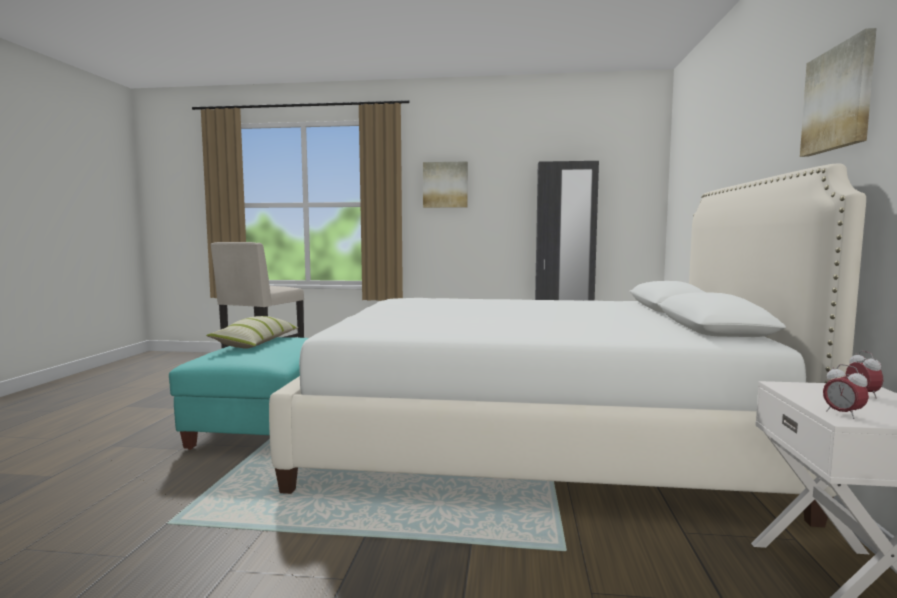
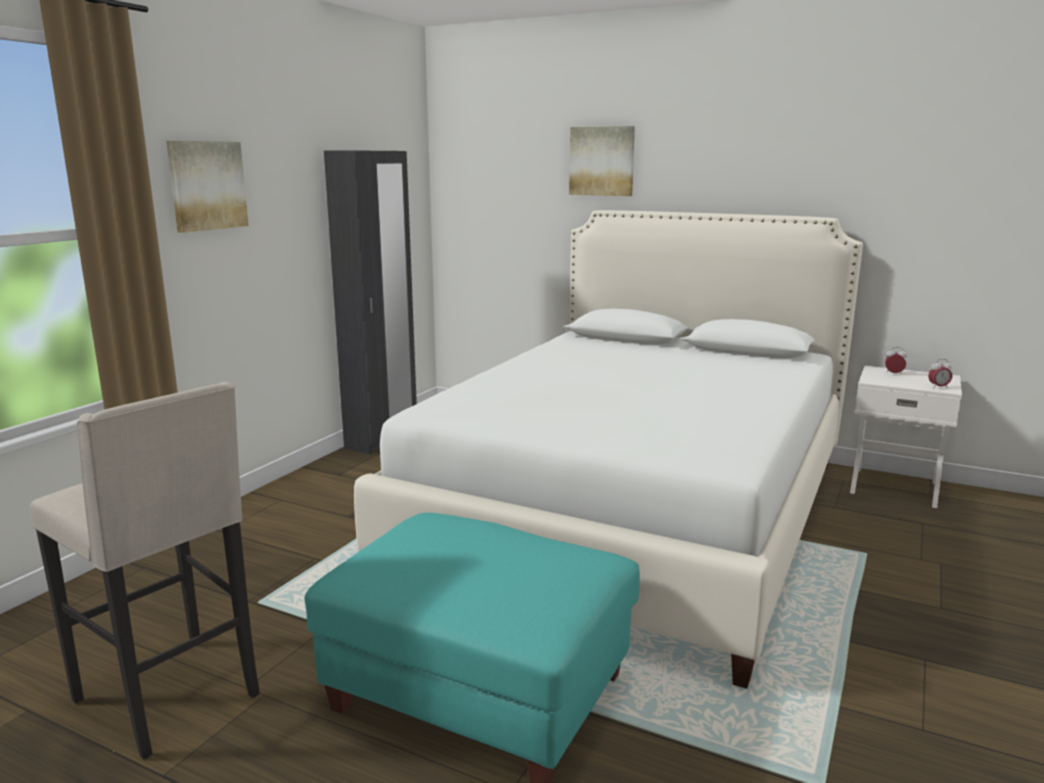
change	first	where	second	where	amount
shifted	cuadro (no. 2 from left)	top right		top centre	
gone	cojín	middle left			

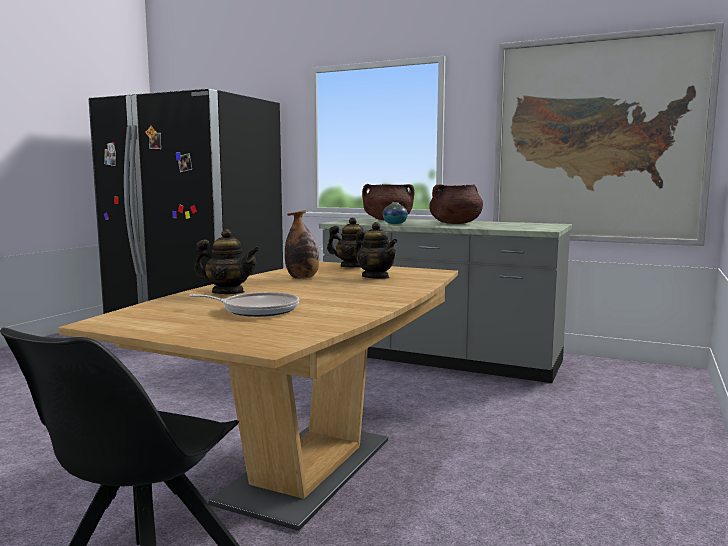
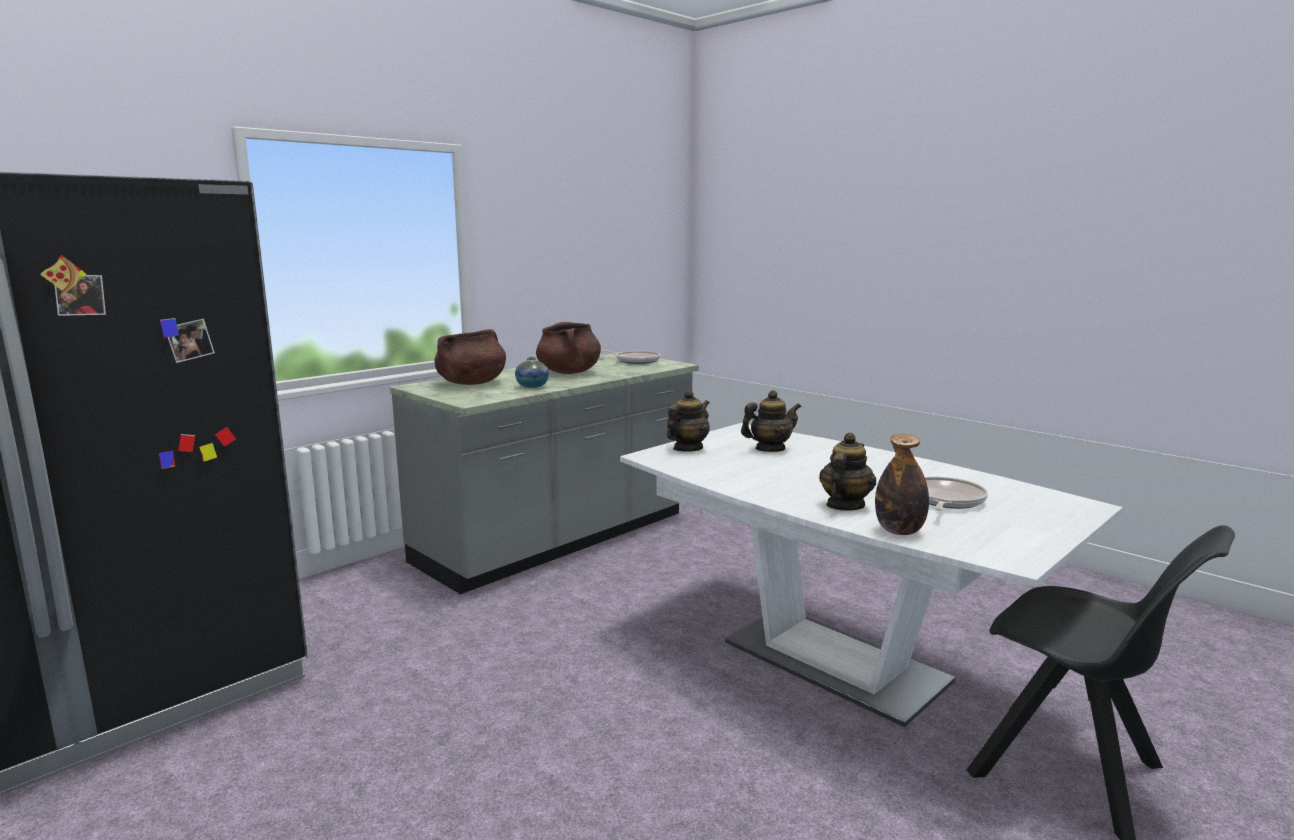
change	first	where	second	where	amount
gone	cuadro	top right			
shifted	botella	centre		middle right	
repainted	mesa de comedor (marrón)	bottom centre	mesa de comedor (blanco)	bottom right	
new			sartén (no. 1 from left)	centre	

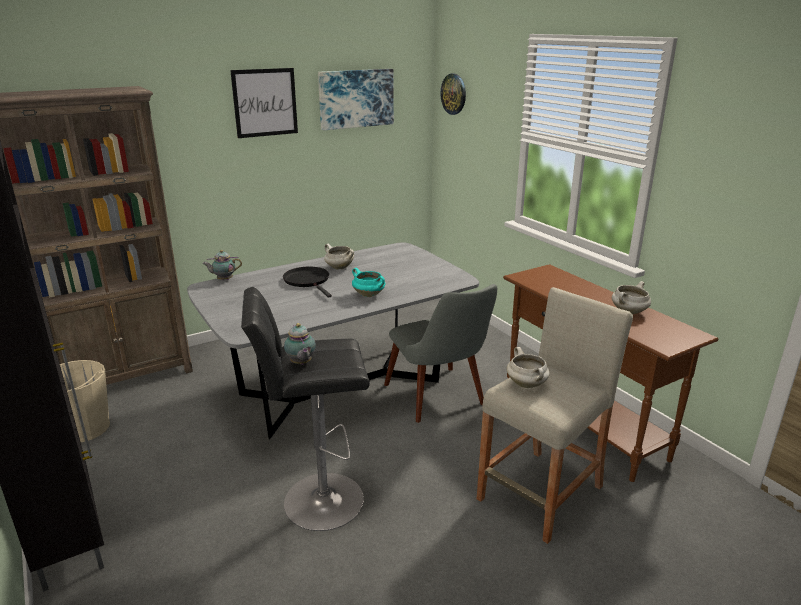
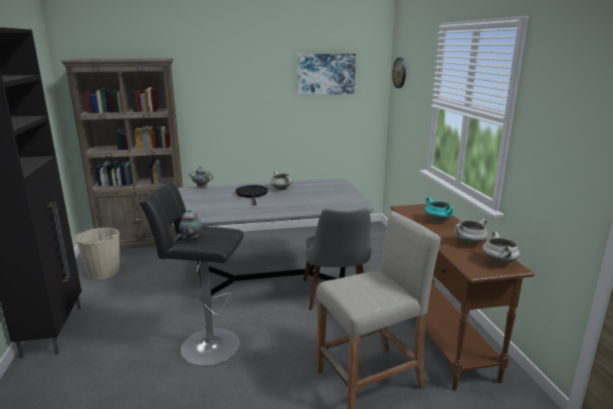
change	first	where	second	where	amount
gone	cuadro (no. 1 from left)	top left			
shifted	olla (turquesa)	centre		middle right	
shifted	olla (blanco) (no. 2 from left in the first image)	centre	olla (blanco) (no. 3 from left)	middle right	

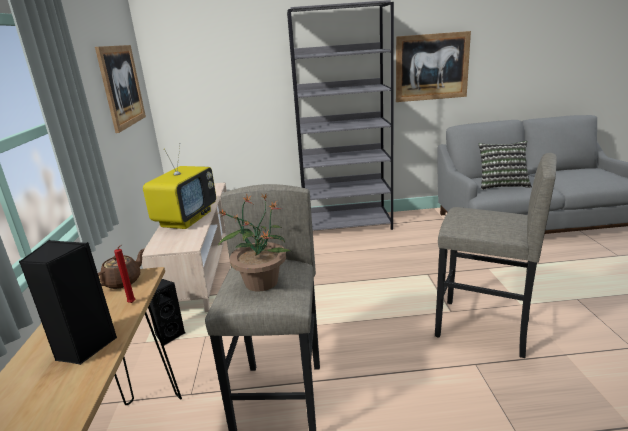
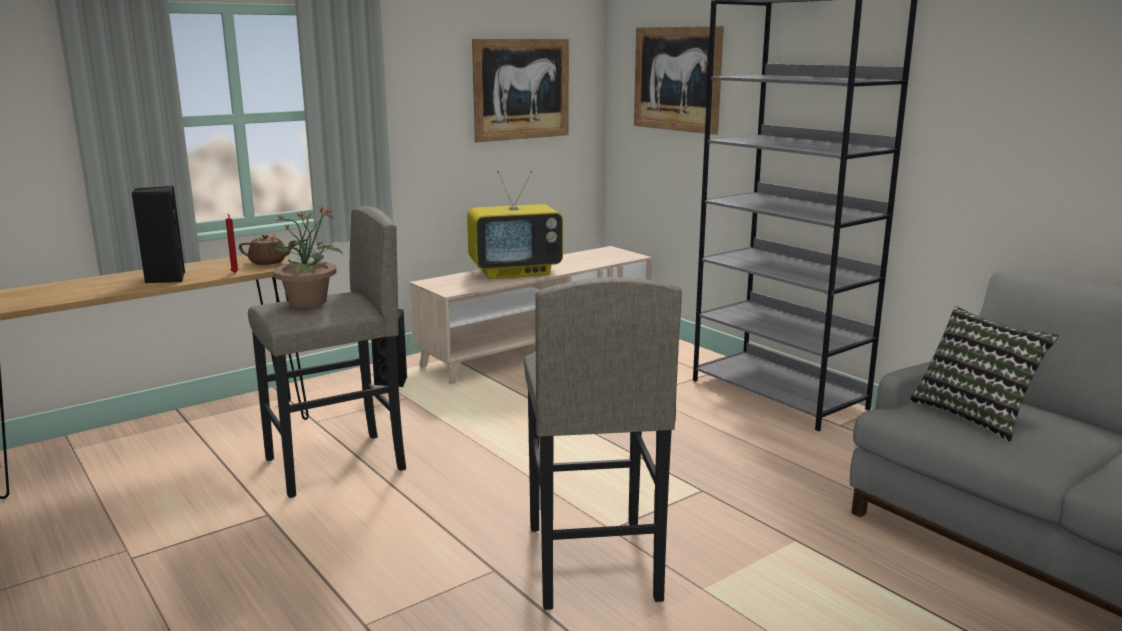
change	first	where	second	where	amount
shifted	cuadro (no. 2 from left)	top right		top centre	

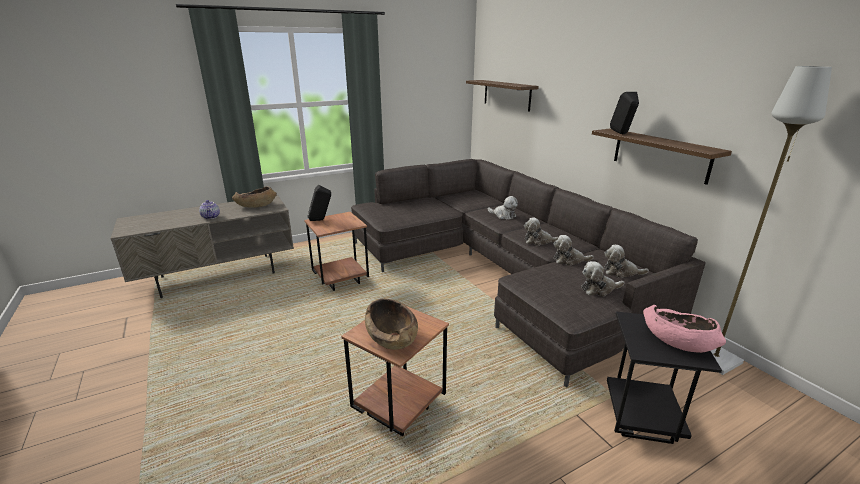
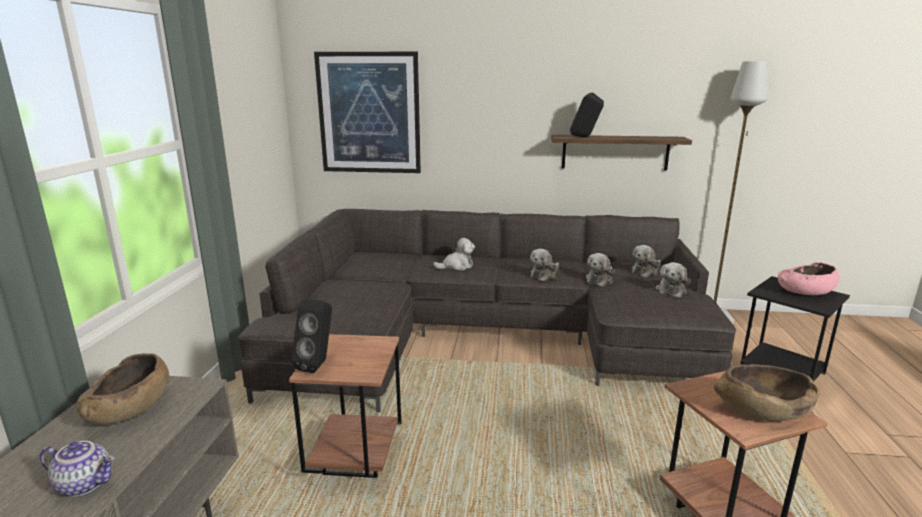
change	first	where	second	where	amount
swapped	estante (no. 1 from left)	top centre	cuadro	top centre	

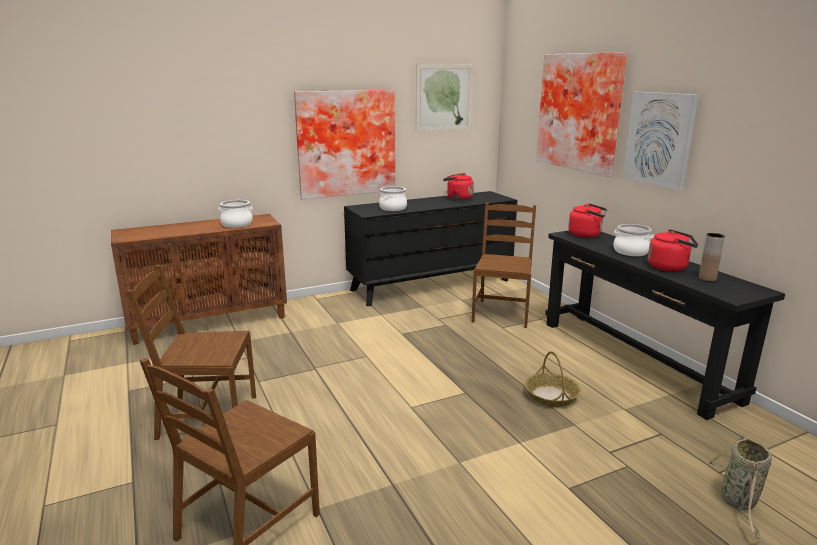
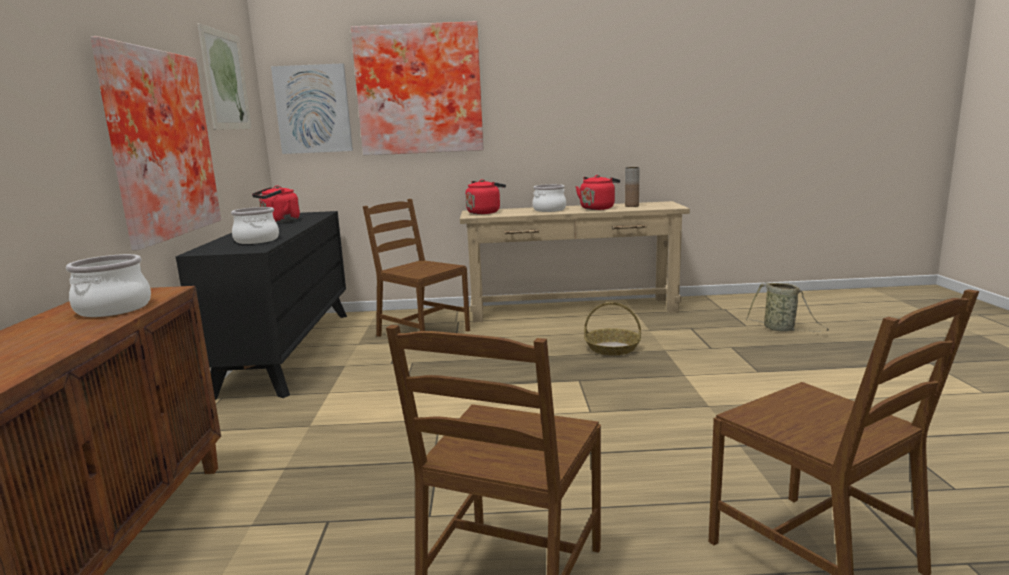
change	first	where	second	where	amount
shifted	cuadro (no. 4 from left in the first image)	top right	cuadro (no. 3 from left)	top left	
repainted	mesa consola (negro)	middle right	mesa consola (beis)	centre	

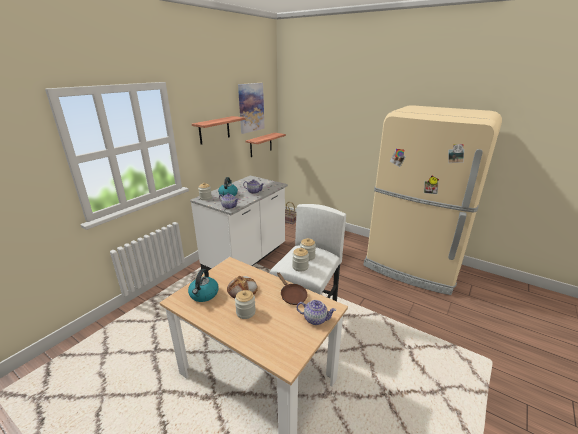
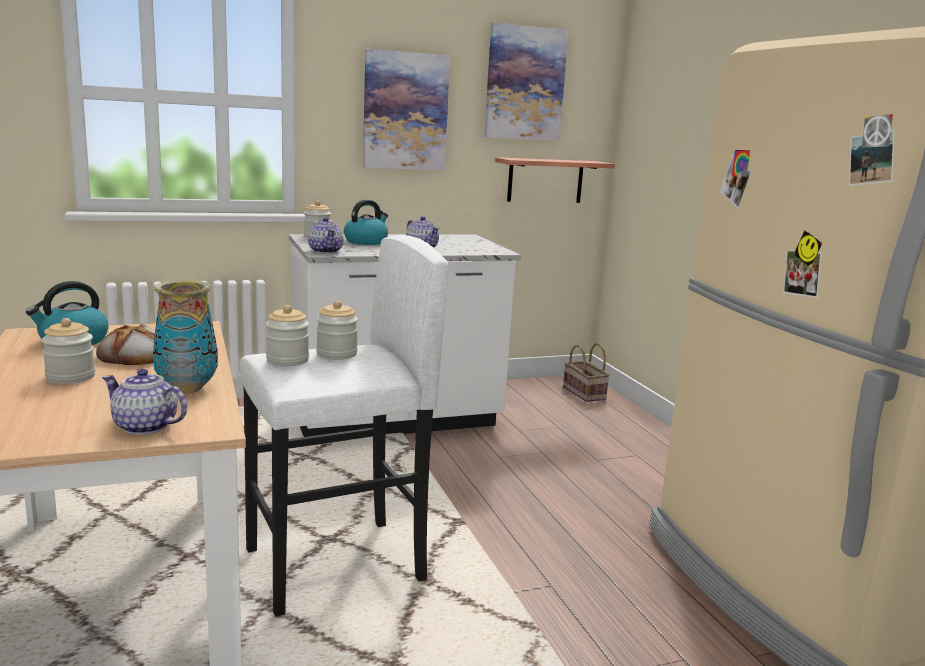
change	first	where	second	where	amount
swapped	estante (no. 1 from left)	top centre	cuadro (no. 1 from left)	top centre	
swapped	sartén (marrón)	centre	florero	middle left	
rotated	tetera (no. 3 from left in the first image)	bottom centre	tetera (no. 1 from left)	middle left	150 degrees clockwise

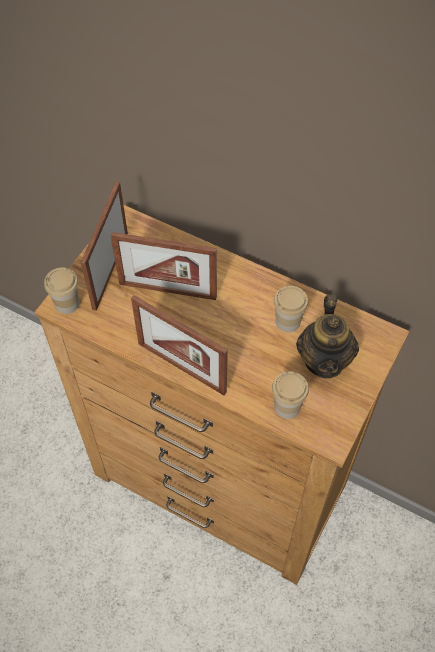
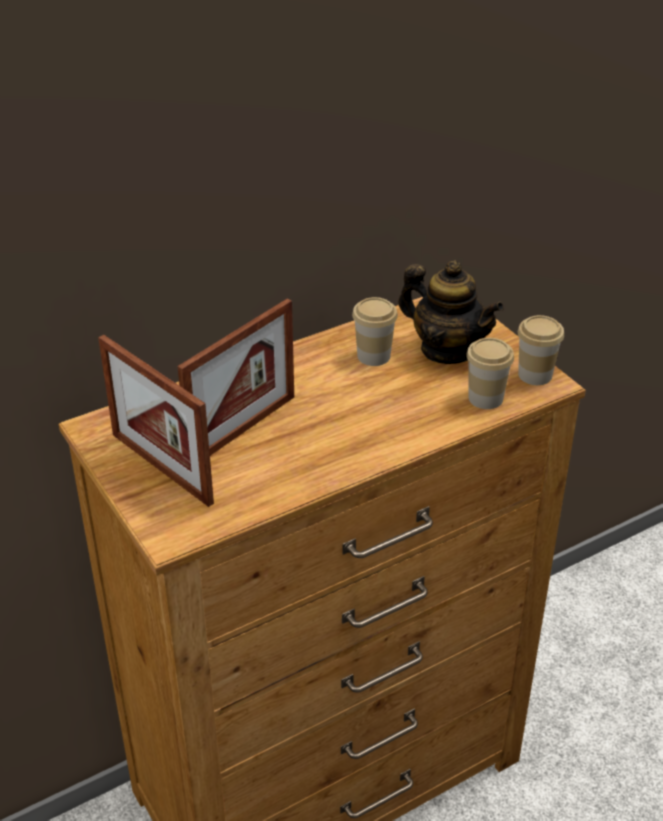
change	first	where	second	where	amount
shifted	taza (no. 1 from left in the first image)	middle left	taza (no. 3 from left)	middle right	
gone	portarretratos (no. 3 from left)	centre			

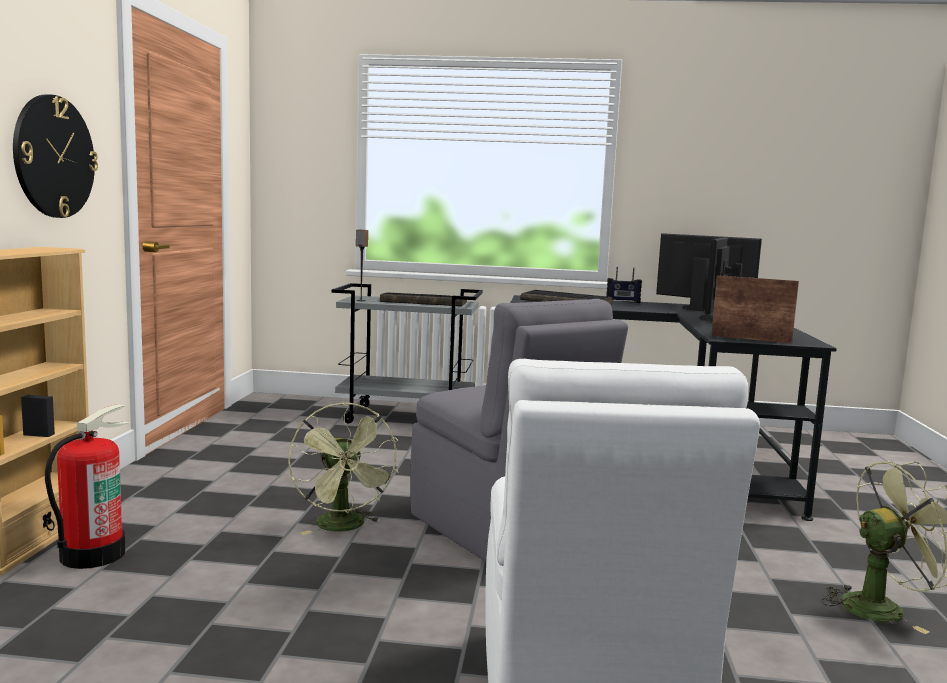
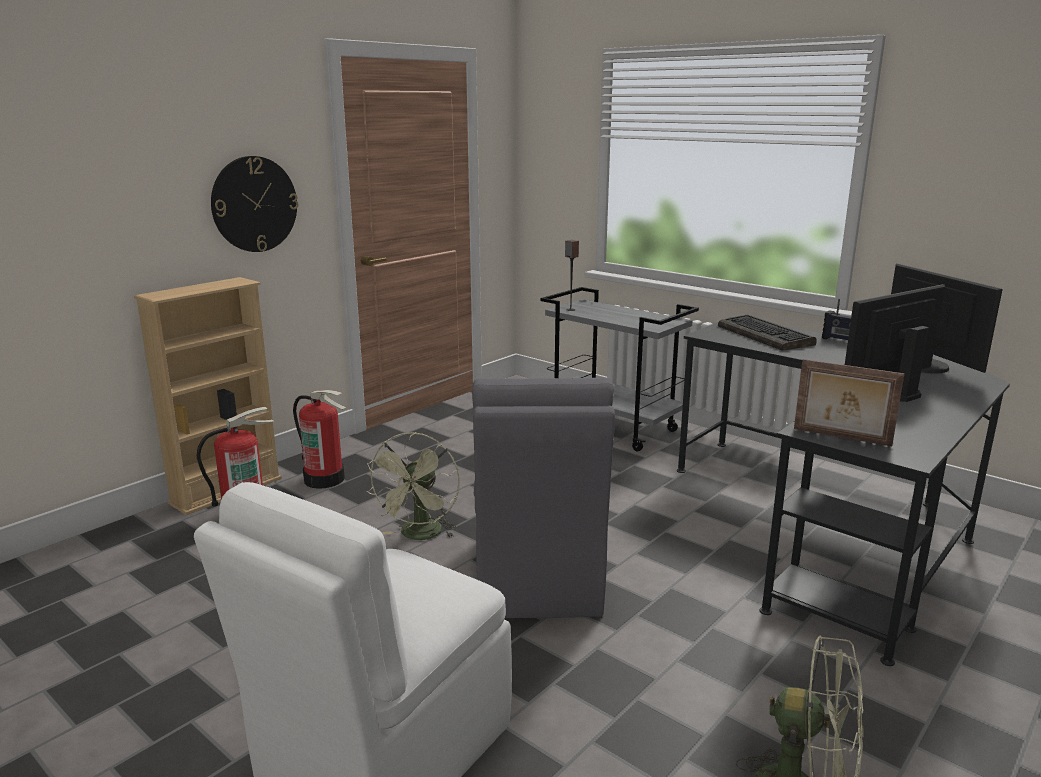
change	first	where	second	where	amount
rotated	portarretratos	middle right		middle right	150 degrees clockwise
gone	teclado (no. 1 from left)	centre			
new			extintor (no. 2 from left)	middle left	

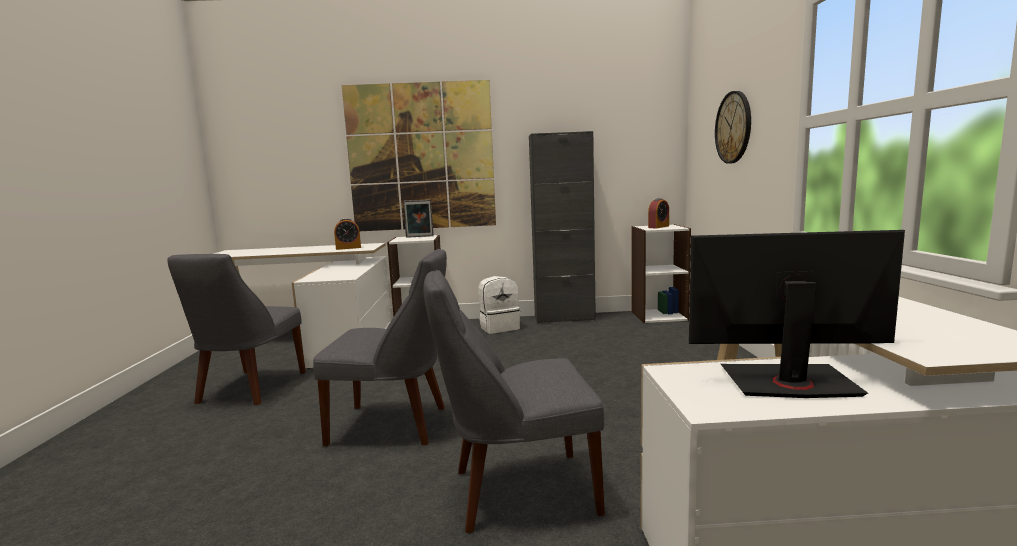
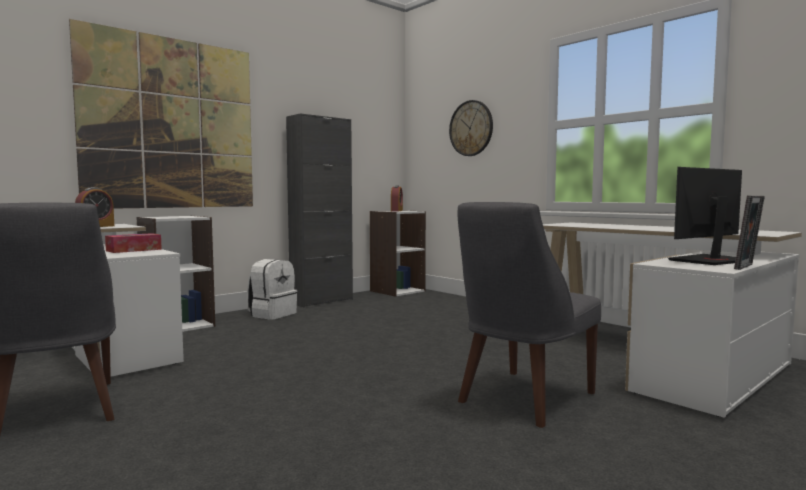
change	first	where	second	where	amount
shifted	portarretratos	centre		middle right	
gone	silla (gris) (no. 2 from left)	centre			
new			caja de pañuelos	middle left	

